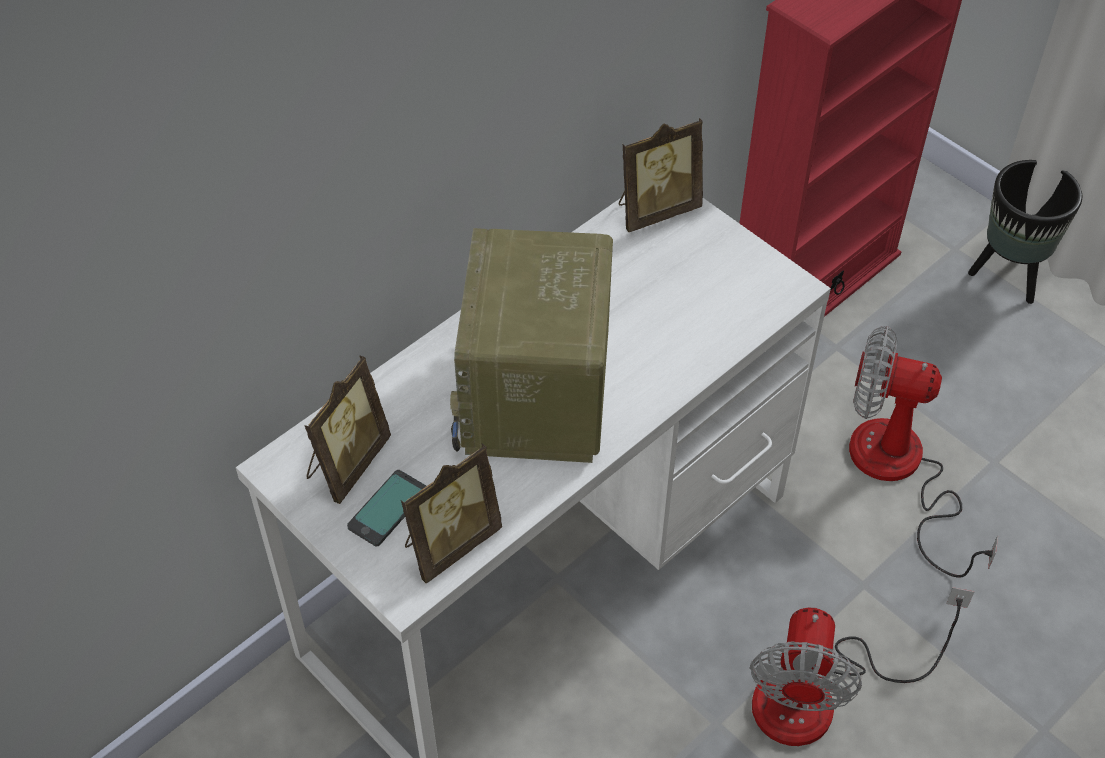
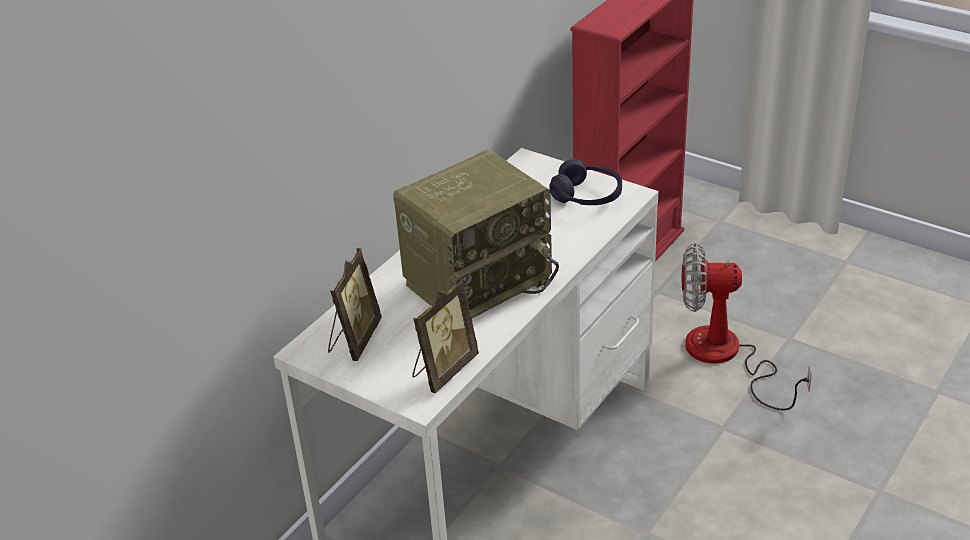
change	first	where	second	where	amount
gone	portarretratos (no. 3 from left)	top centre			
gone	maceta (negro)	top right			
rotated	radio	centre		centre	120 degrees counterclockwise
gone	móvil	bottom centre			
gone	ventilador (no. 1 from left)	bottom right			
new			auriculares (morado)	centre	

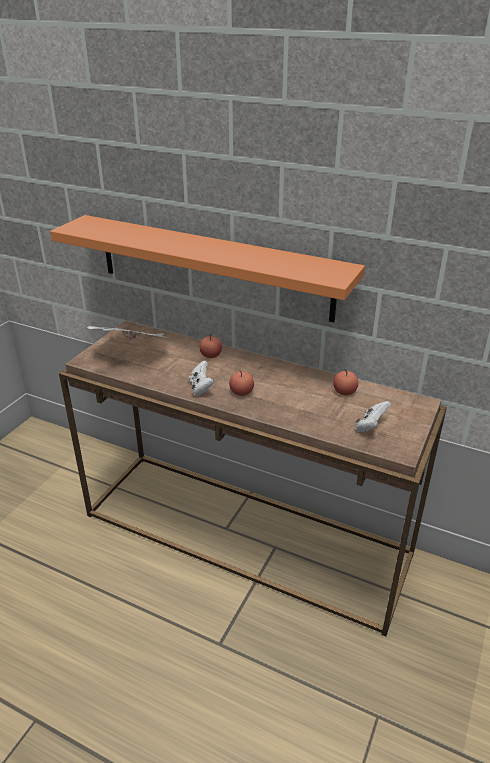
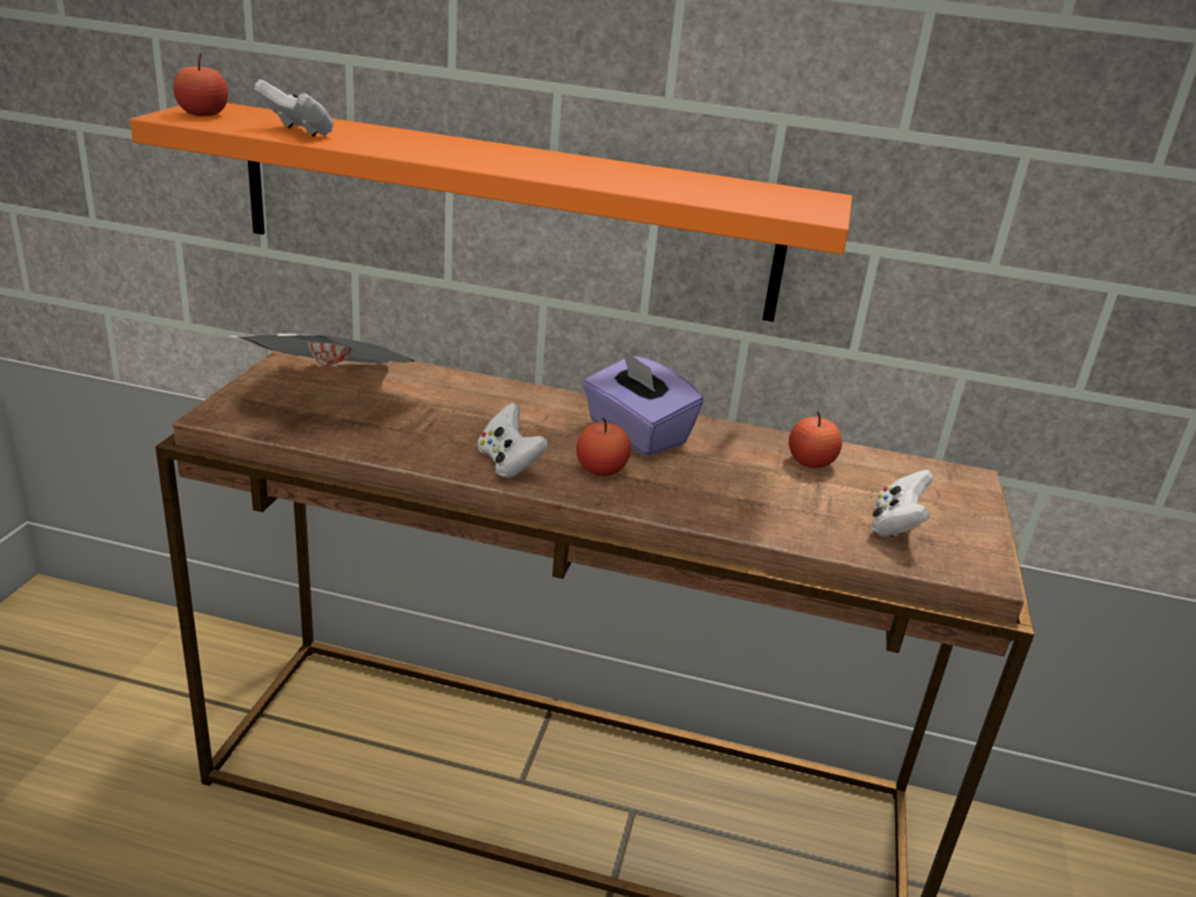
change	first	where	second	where	amount
shifted	manzana (no. 1 from left)	centre		top left	
new			mando de consola (blanco) (no. 1 from left)	top left	
new			caja de pañuelos (morado)	centre	

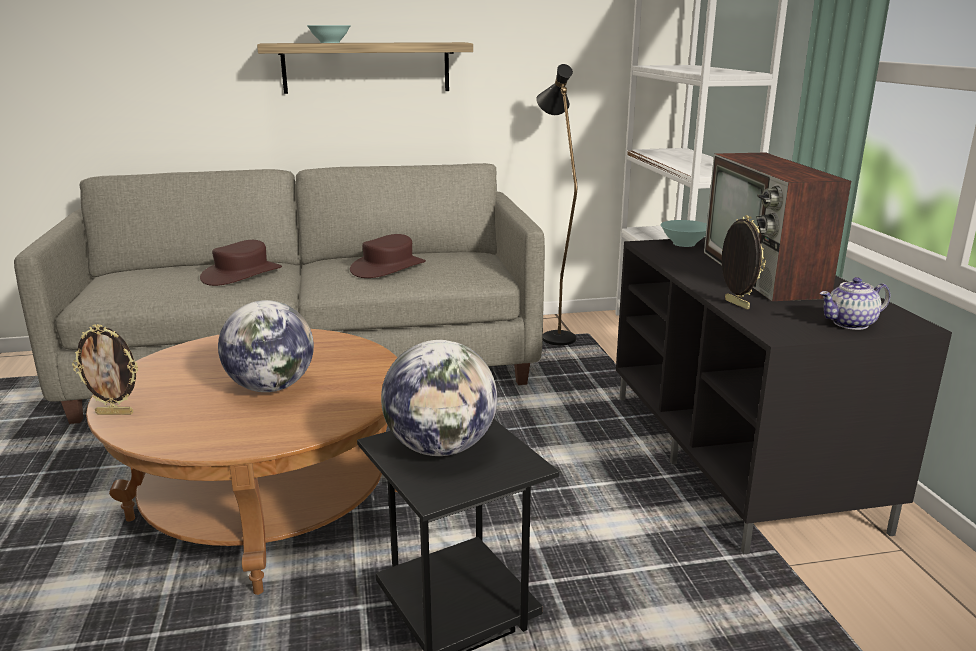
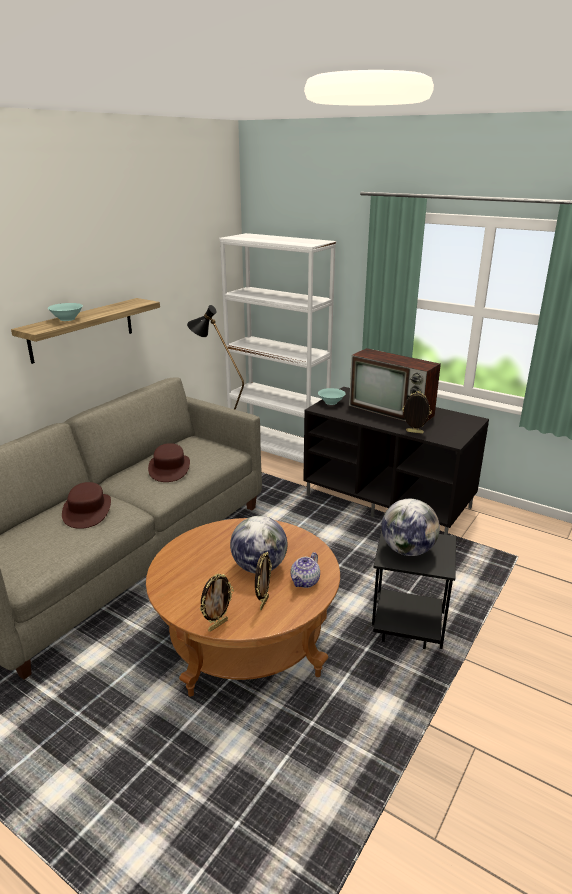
change	first	where	second	where	amount
shifted	tetera	middle right		centre	
new			portarretratos (no. 2 from left)	centre	

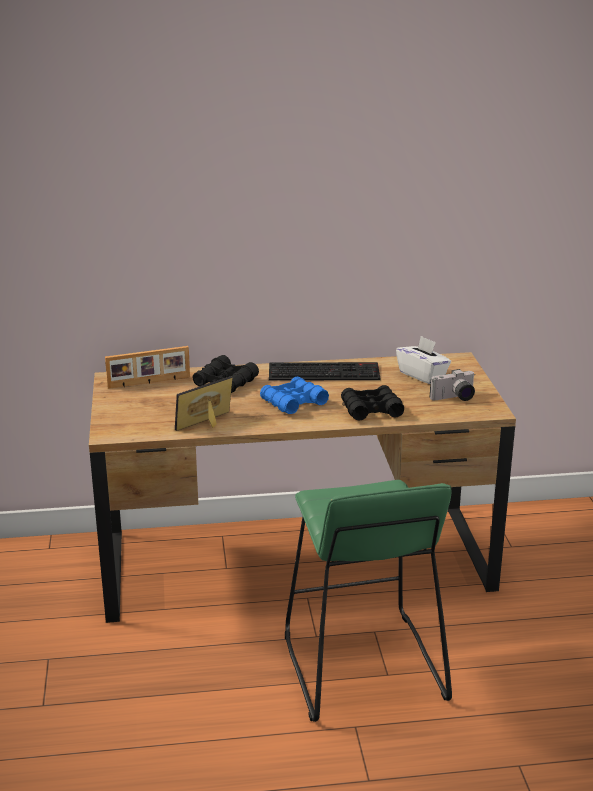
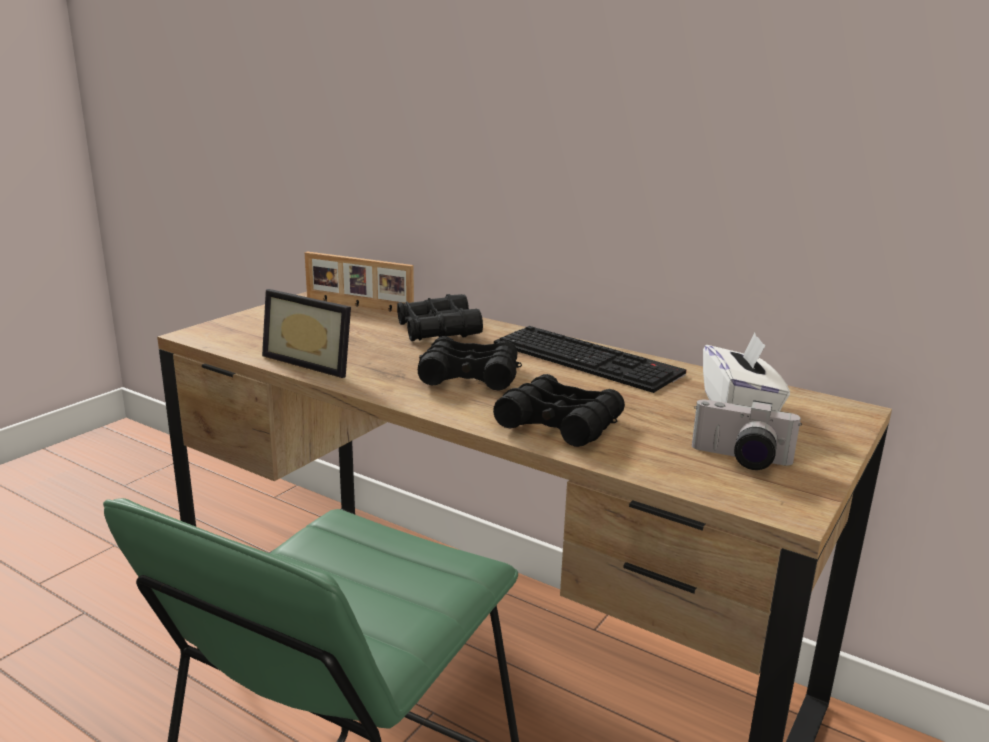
change	first	where	second	where	amount
rotated	portarretratos (no. 2 from left in the first image)	centre	portarretratos (no. 1 from left)	middle left	150 degrees counterclockwise
repainted	prismáticos (azul)	centre	prismáticos (negro) (no. 2 from left)	centre	

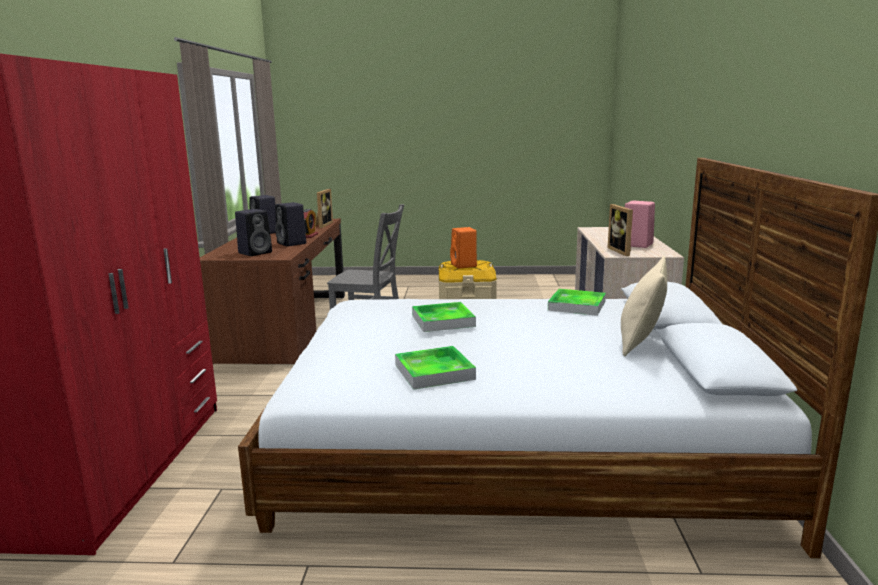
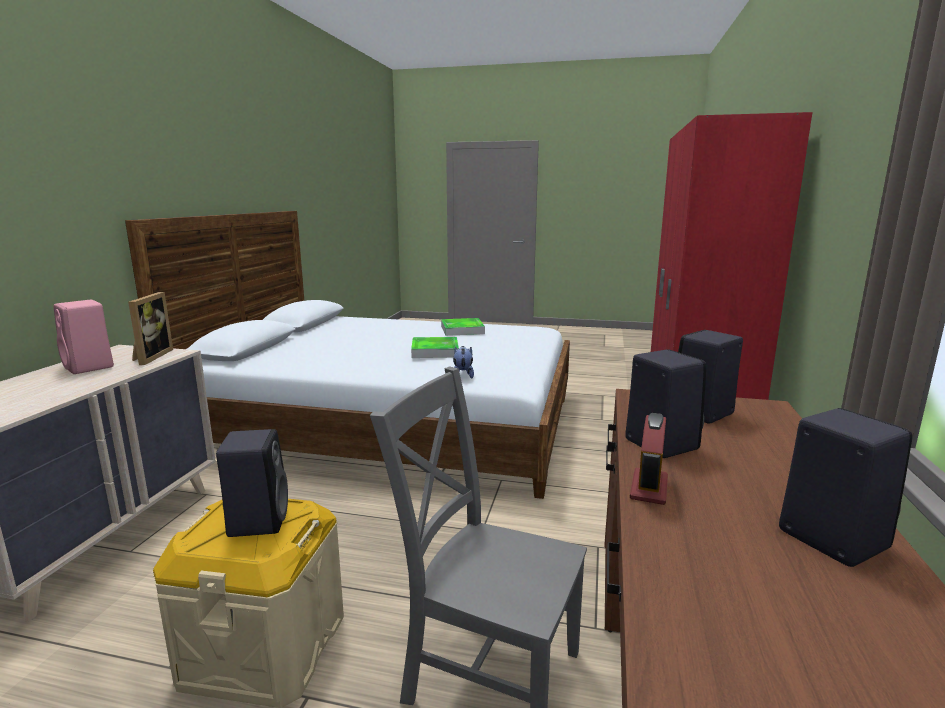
change	first	where	second	where	amount
gone	portarretratos (no. 1 from left)	centre			
repainted	altavoz (naranja)	centre	altavoz (negro) (no. 1 from left)	bottom left	
gone	cojín (beis)	middle right			
gone	bandeja (no. 3 from left)	centre			
new			peluche	centre	

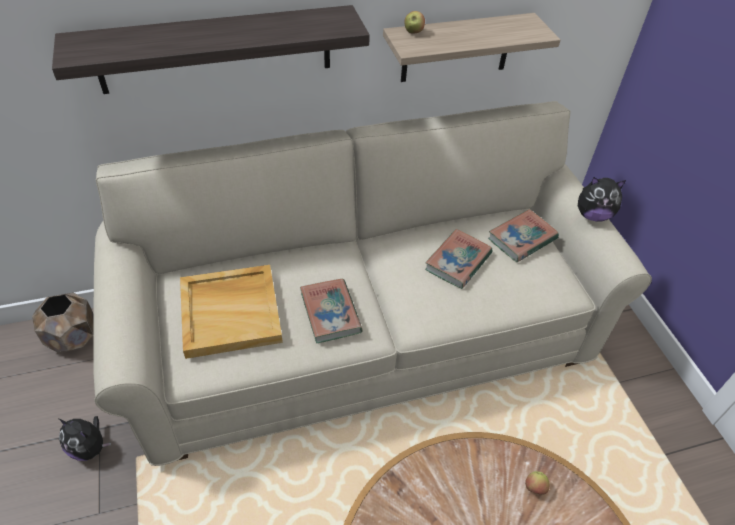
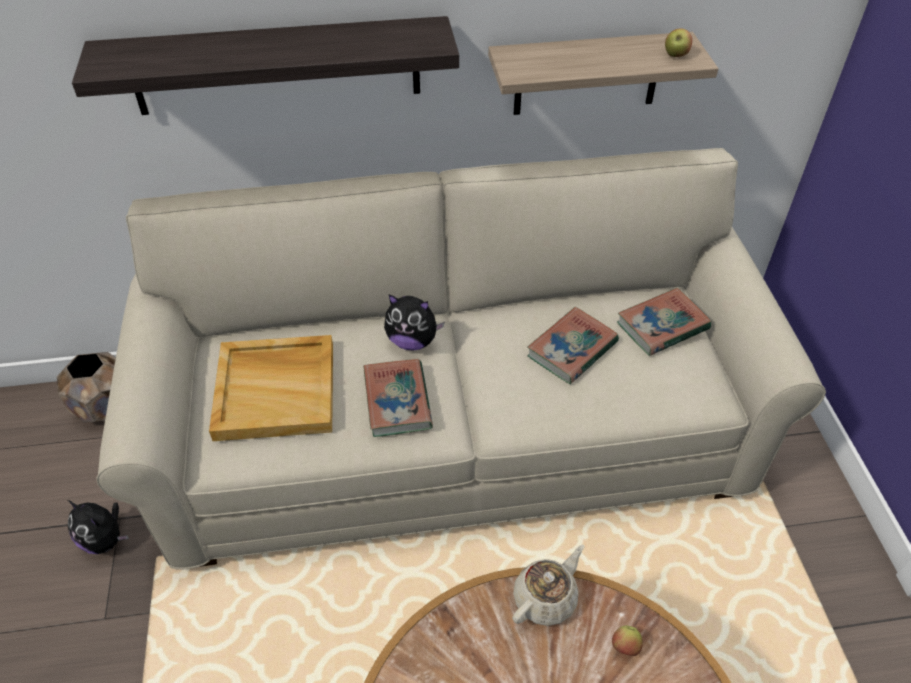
change	first	where	second	where	amount
shifted	manzana (no. 1 from left in the first image)	top centre	manzana (no. 2 from left)	top right	
shifted	peluche (no. 2 from left)	middle right		centre	
new			tetera (beis)	bottom centre	

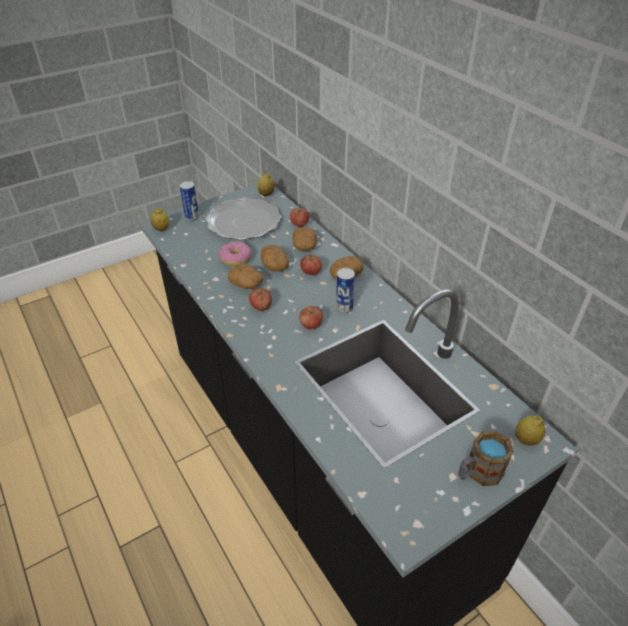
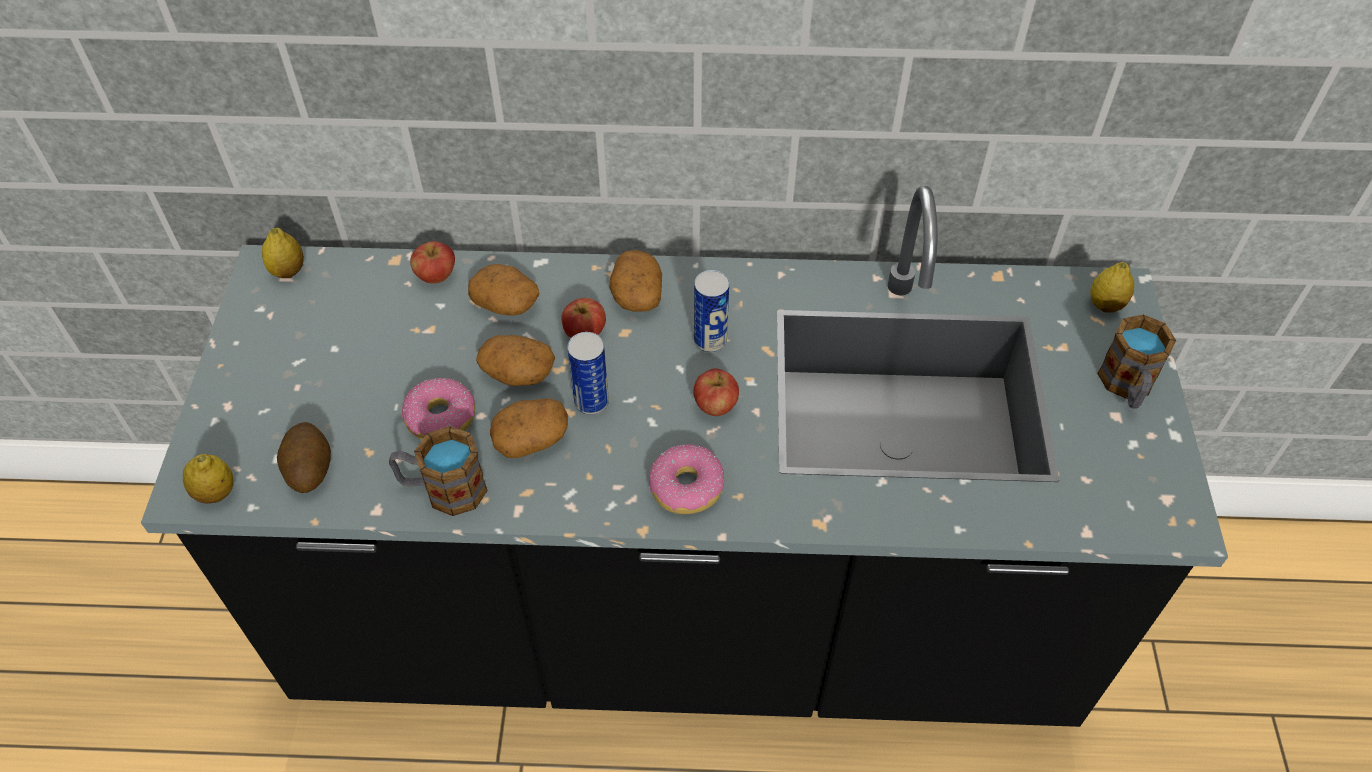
change	first	where	second	where	amount
shifted	lata (no. 1 from left)	top left		centre	
gone	plato	centre			
gone	manzana (no. 1 from left)	centre			
new			patata (no. 1 from left)	middle left	
new			taza grande (no. 1 from left)	middle left	
new			rosquilla (no. 2 from left)	centre	

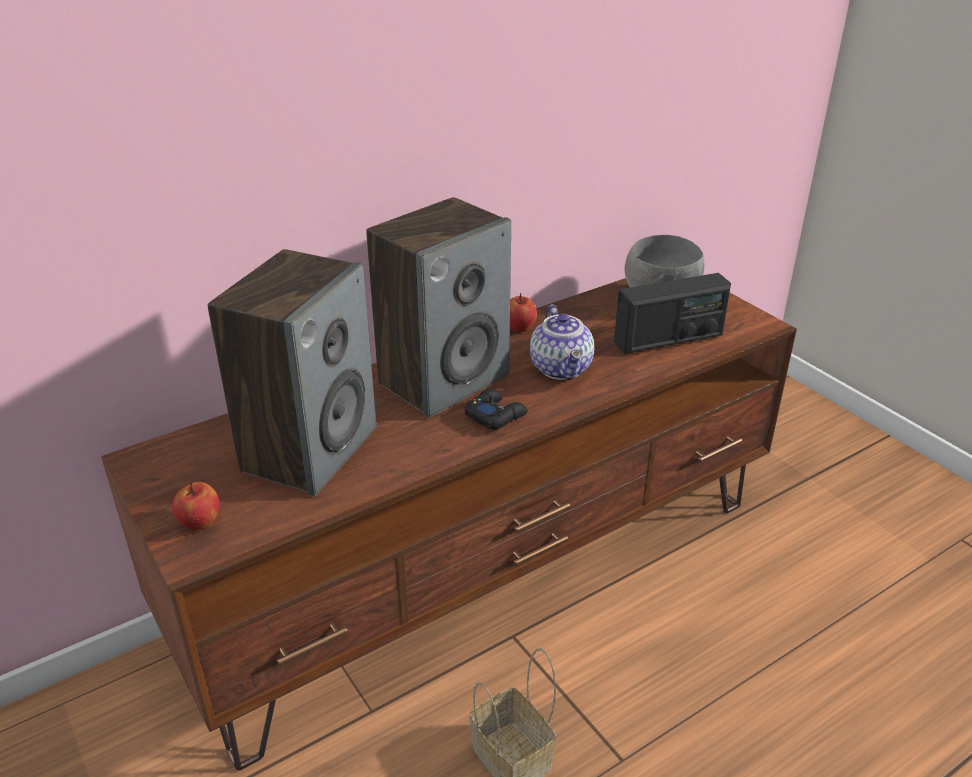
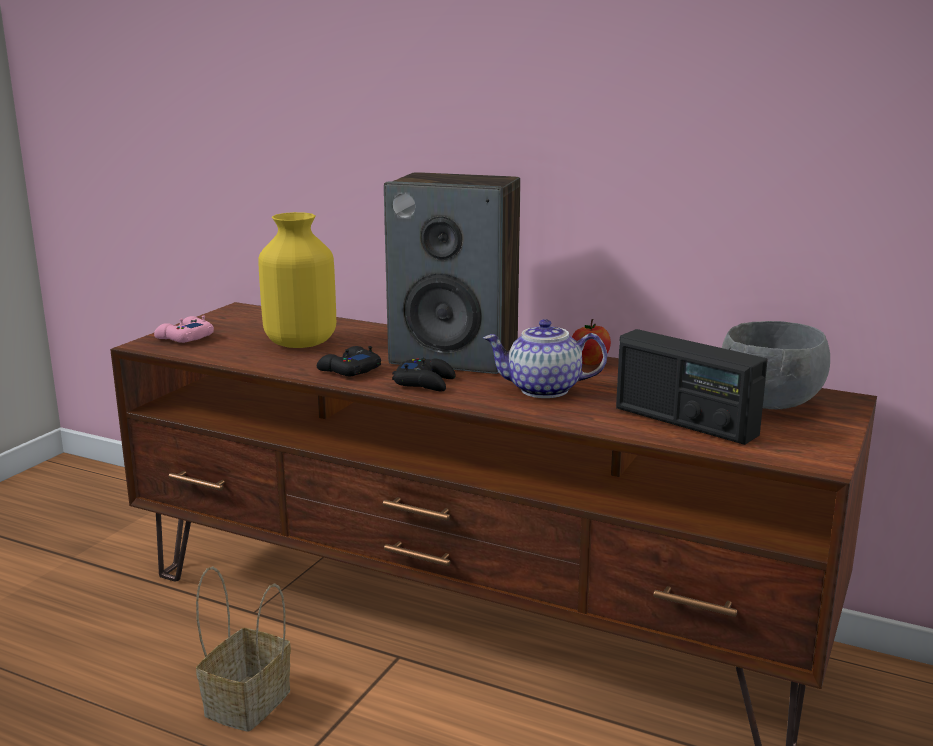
change	first	where	second	where	amount
swapped	altavoz (no. 1 from left)	middle left	florero (amarillo)	middle left	
rotated	tetera	centre		centre	45 degrees clockwise
swapped	manzana (no. 1 from left)	middle left	mando de consola (rosa)	middle left	
new			mando de consola (negro) (no. 1 from left)	centre	

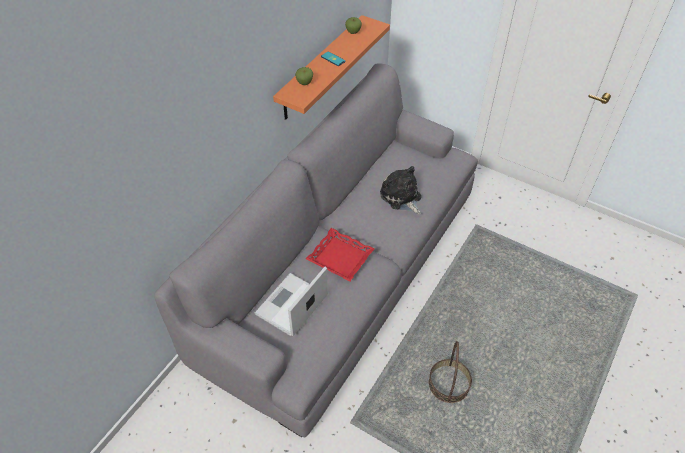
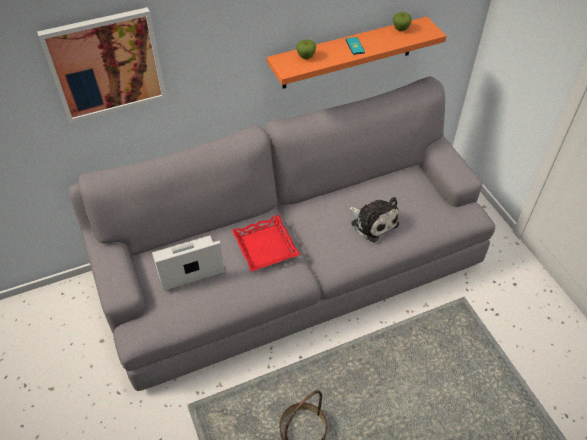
change	first	where	second	where	amount
rotated	peluche	centre		centre	135 degrees clockwise
new			cuadro	top left	

